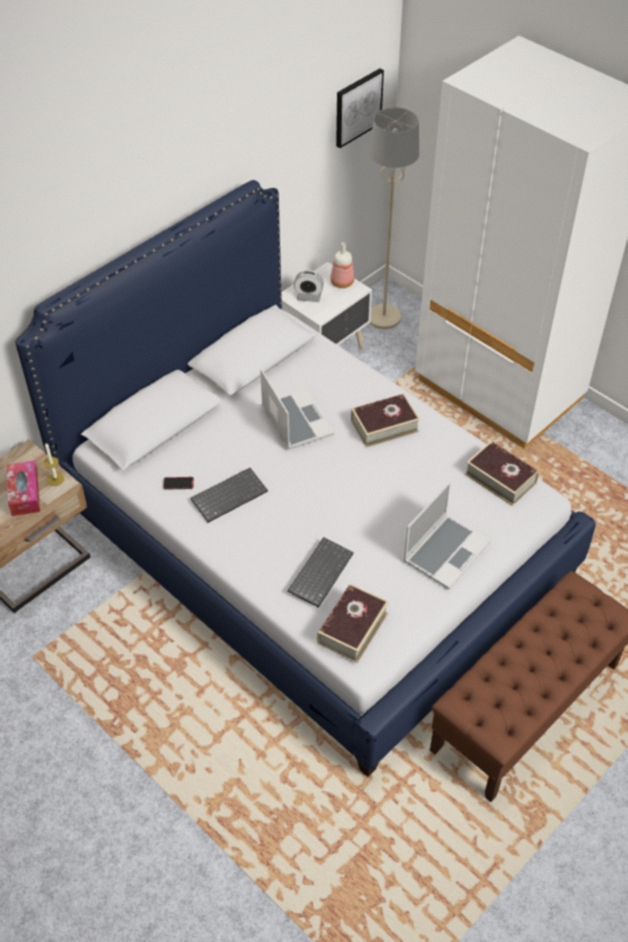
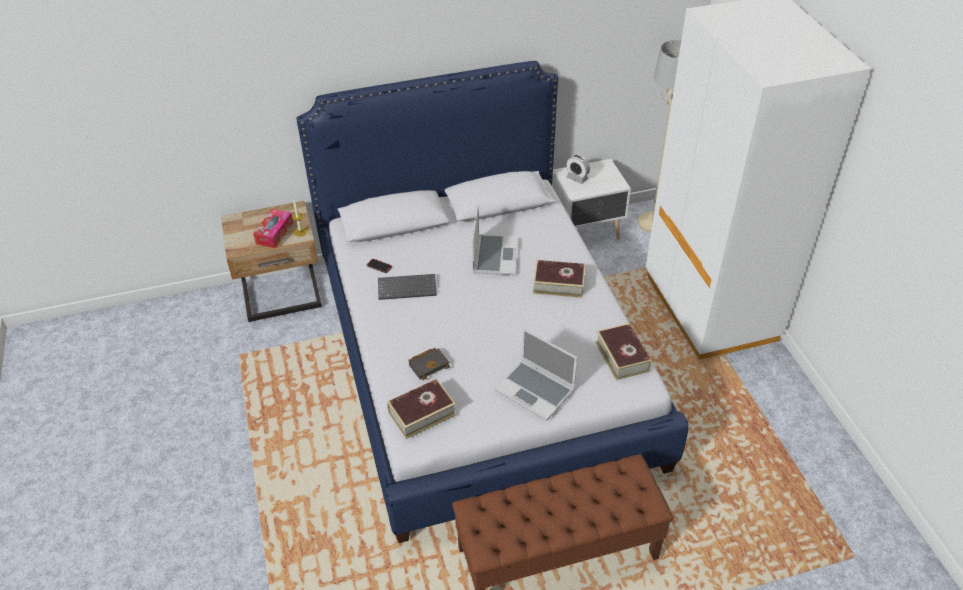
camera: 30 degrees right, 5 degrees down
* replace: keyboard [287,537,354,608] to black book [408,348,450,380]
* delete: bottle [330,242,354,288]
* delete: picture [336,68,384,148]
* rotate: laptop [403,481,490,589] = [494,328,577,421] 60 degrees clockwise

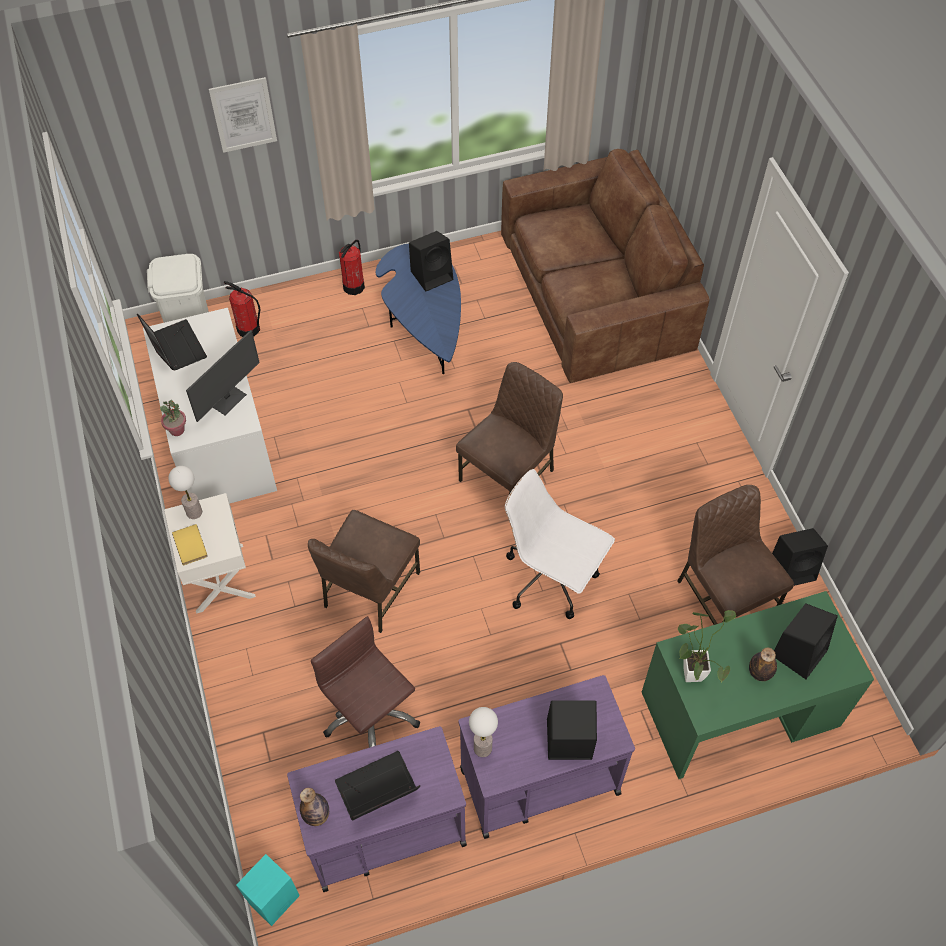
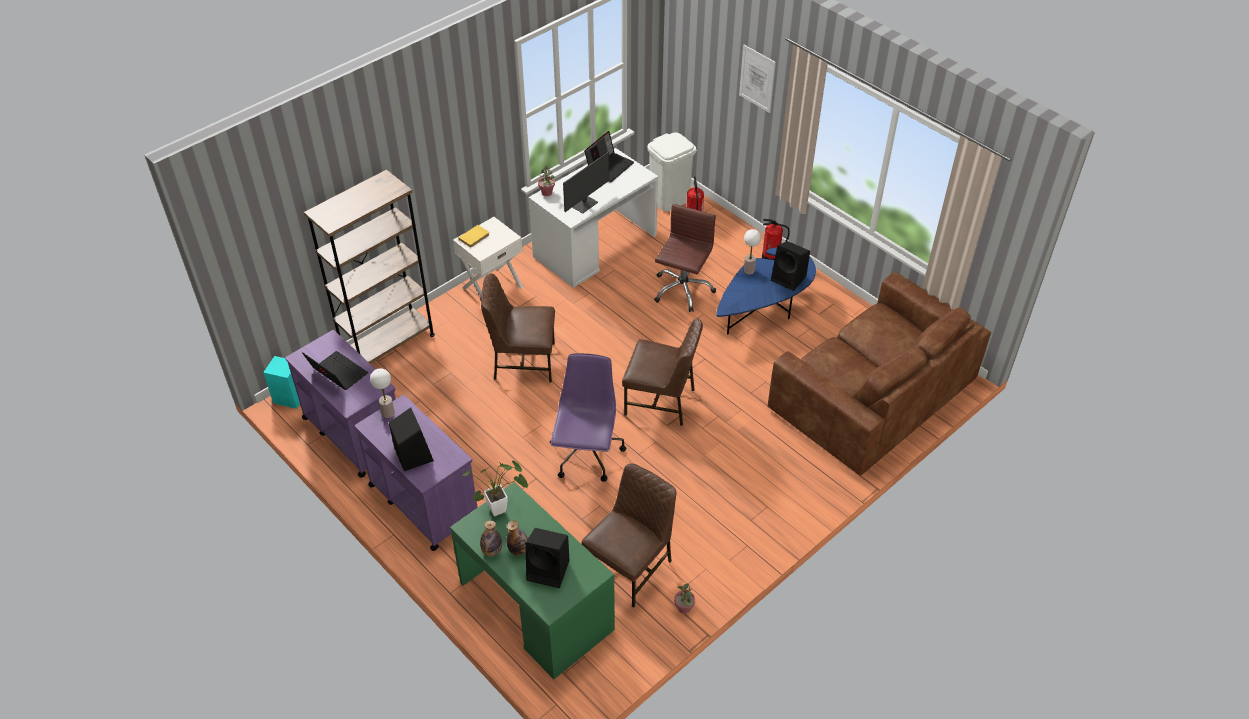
camera: 65 degrees right, 10 degrees down
* move: table lamp [168,466,202,519] to [744,229,761,275]
* rotate: monitor [186,330,260,422] = [563,152,609,213] 60 degrees counterclockwise
* move: bottle [300,788,329,826] to [480,520,502,556]
* move: brown office chair [311,616,420,748] to [654,204,716,312]
* recolor: white office chair [505,469,615,619] to purple office chair [550,353,626,482]
* replace: black speaker [772,528,828,586] to potted plant [674,583,695,614]
* insert: brown bookcase [304,169,435,363]

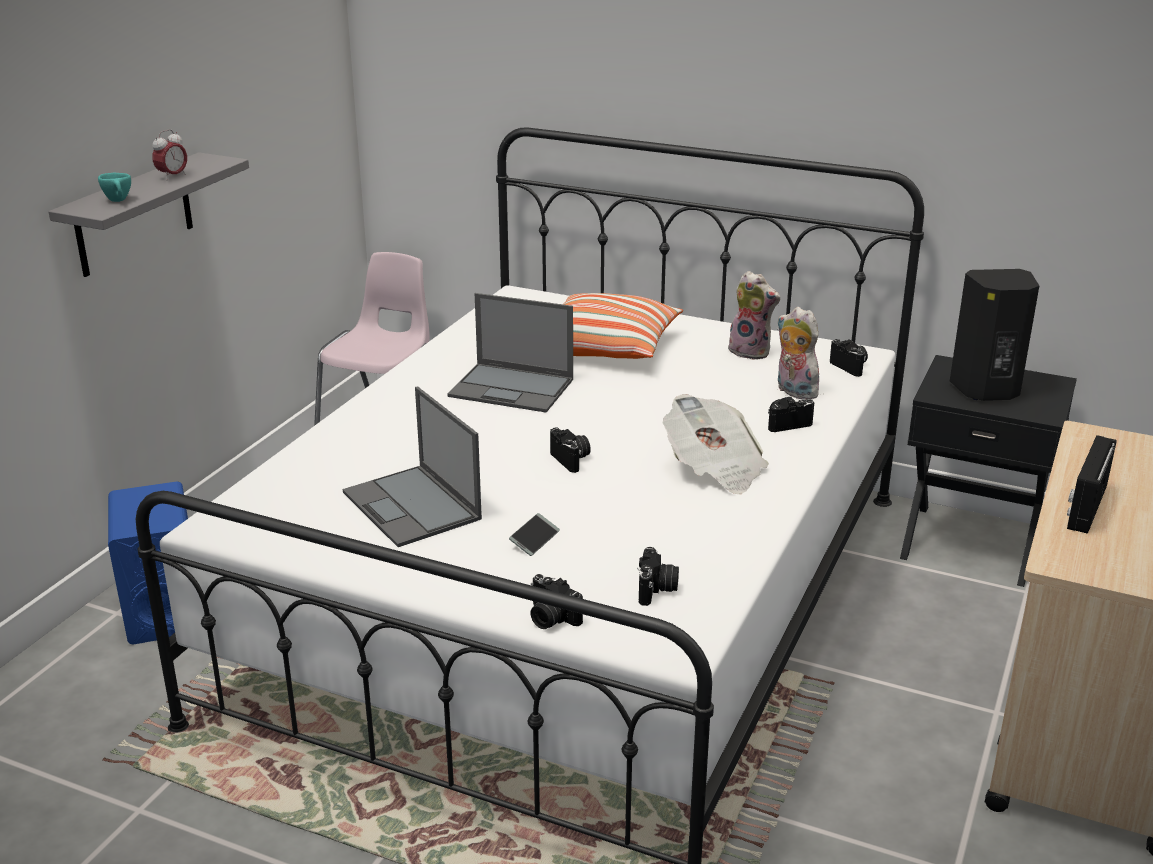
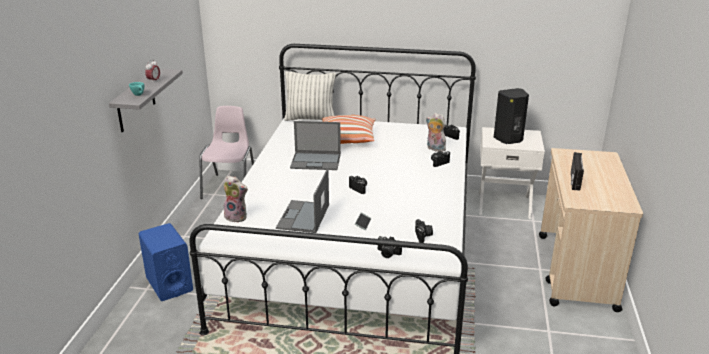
camera: 15 degrees left, 0 degrees up
* rotate: laptop [343,386,482,547] = [276,169,329,233] 60 degrees clockwise
* delete: newspaper [663,394,769,494]
* move: plush toy [726,271,780,360] to [224,175,248,223]
* recolor: black nightstand [900,355,1077,587] to white nightstand [479,127,545,219]
* insert: pillow [284,71,336,121]

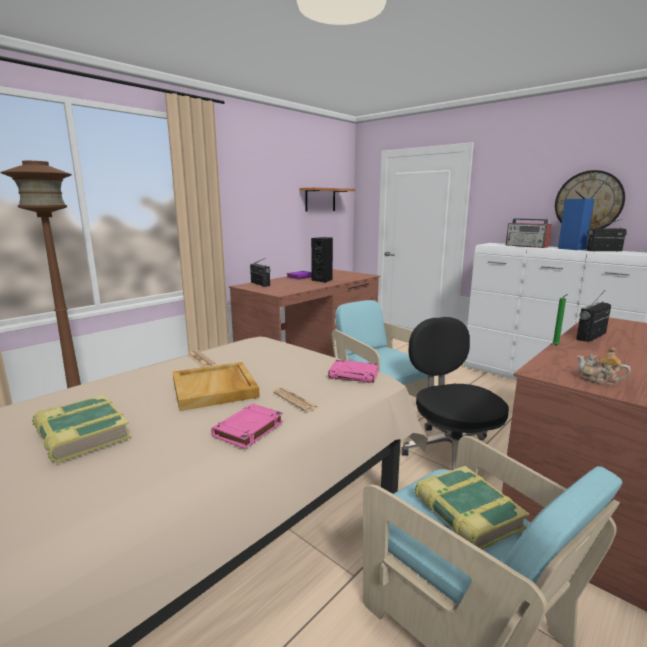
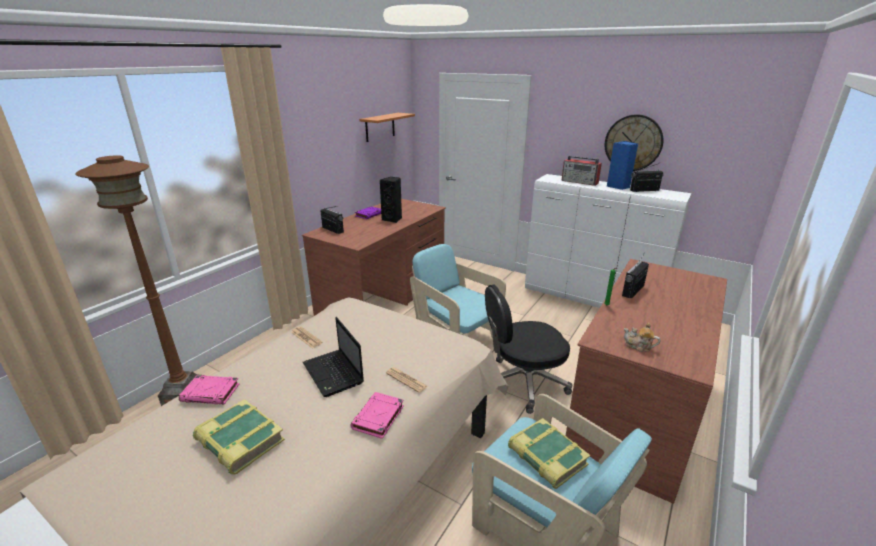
camera: 10 degrees left, 10 degrees up
* replace: beige tray [173,362,260,411] to laptop [303,317,364,397]
* move: pink book [328,360,379,383] to [179,375,240,405]
* rotate: black office chair [401,317,509,470] = [485,285,572,414] 75 degrees counterclockwise

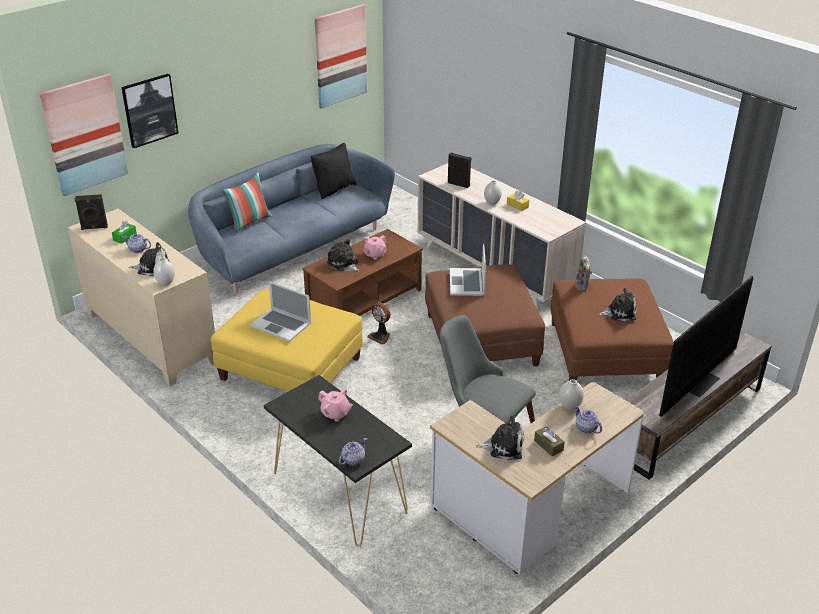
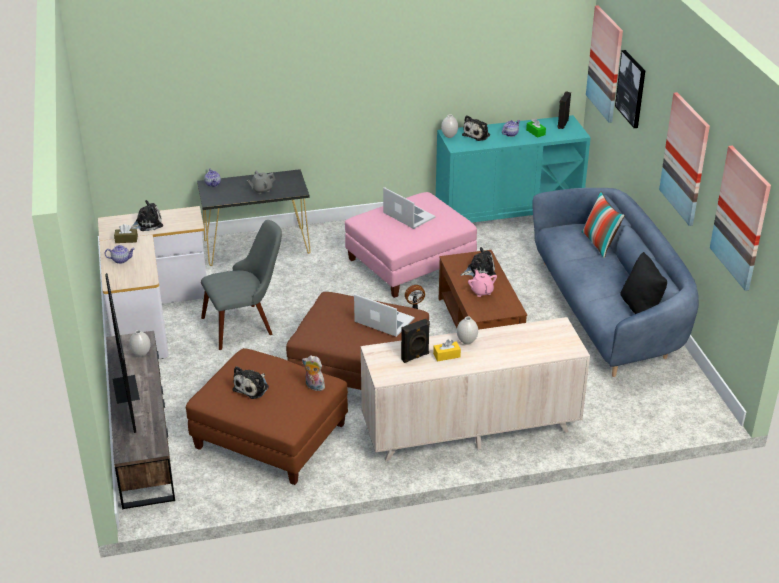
camera: 120 degrees right, 0 degrees up
* recolor: beige cabinet [68,209,215,386] to turquoise cabinet [436,115,591,223]
* recolor: yellow ottoman [211,289,363,392] to pink ottoman [345,192,477,298]
* rotate: laptop [250,281,311,342] = [383,187,435,229] 75 degrees clockwise
* recolor: pink teapot [318,388,353,421] to grey teapot [247,171,276,194]
* move: black speaker [448,153,472,188] to [401,319,430,363]
* rotate: plush toy [476,415,524,460] = [131,200,163,231] 150 degrees counterclockwise
* move: white vase [559,379,584,410] to [129,330,150,357]
* insert: picture [659,92,710,226]

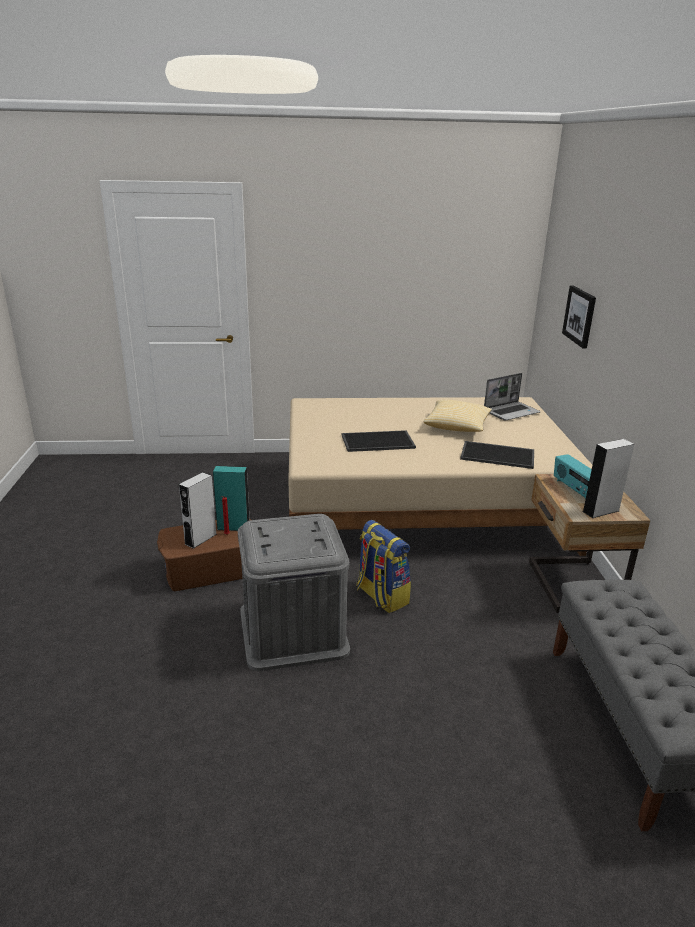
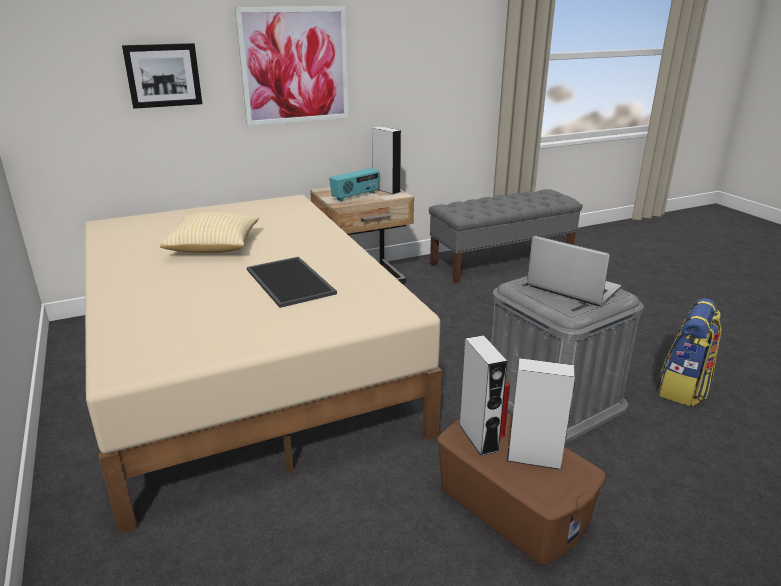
camera: 110 degrees left, 0 degrees up
* recolor: turquoise speaker [213,466,250,531] to grey speaker [460,335,507,456]
* move: backpack [356,520,411,613] to [659,298,722,407]
* delete: tray [460,441,534,469]
* move: laptop [484,373,541,420] to [527,236,621,306]
* insert: picture [235,6,349,126]

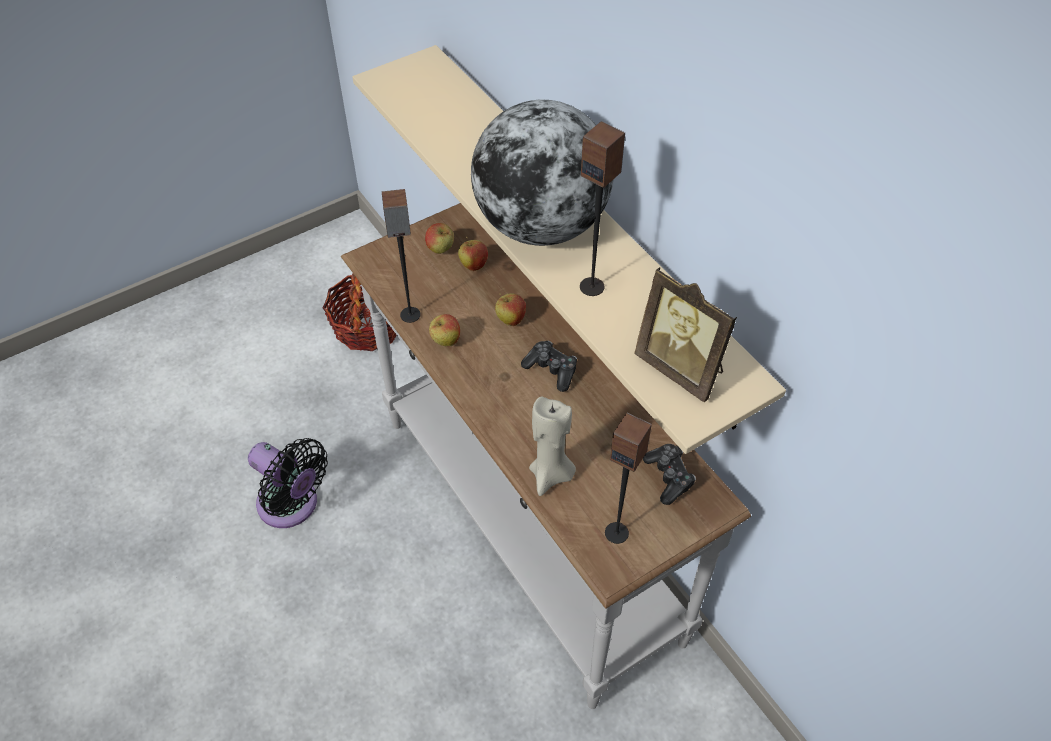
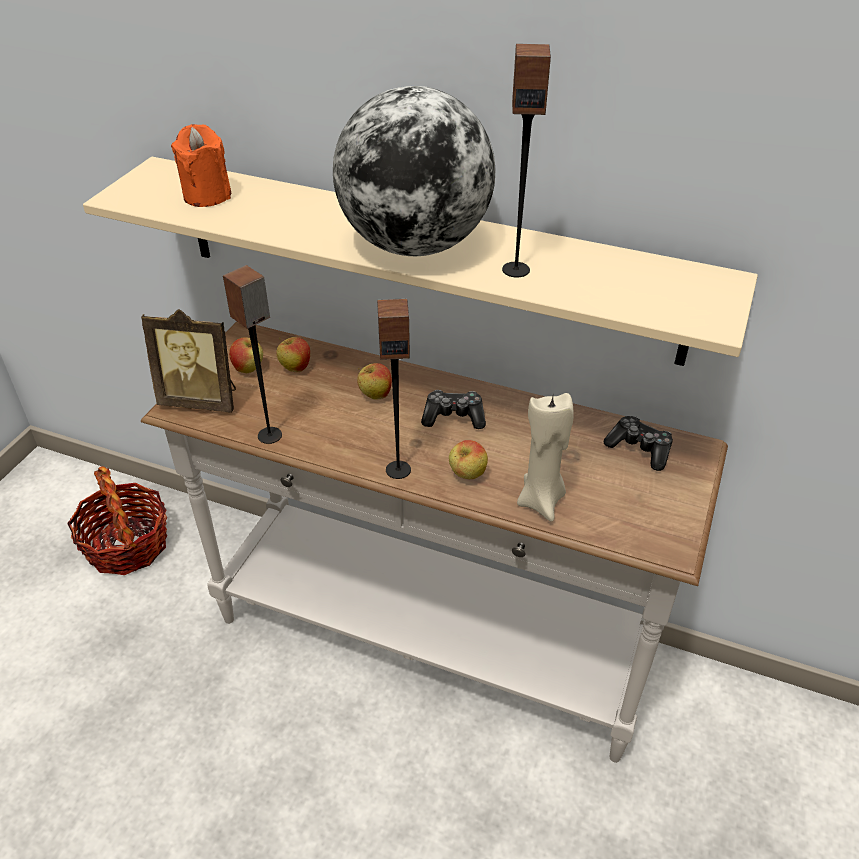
camera: 35 degrees left, 10 degrees down
* delete: black fan [248,438,328,528]
* move: apple [429,314,460,346] to [449,440,488,479]
* move: speaker [605,413,652,544] to [377,298,411,479]
* move: picture frame [634,267,737,403] to [141,309,236,412]
* insert: orange candle [171,124,231,207]

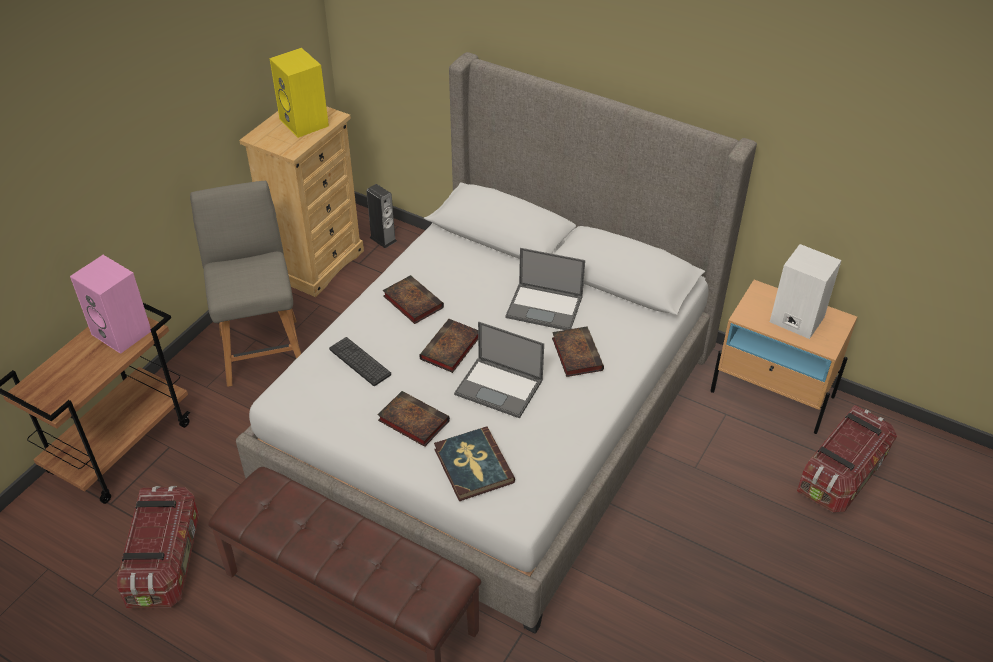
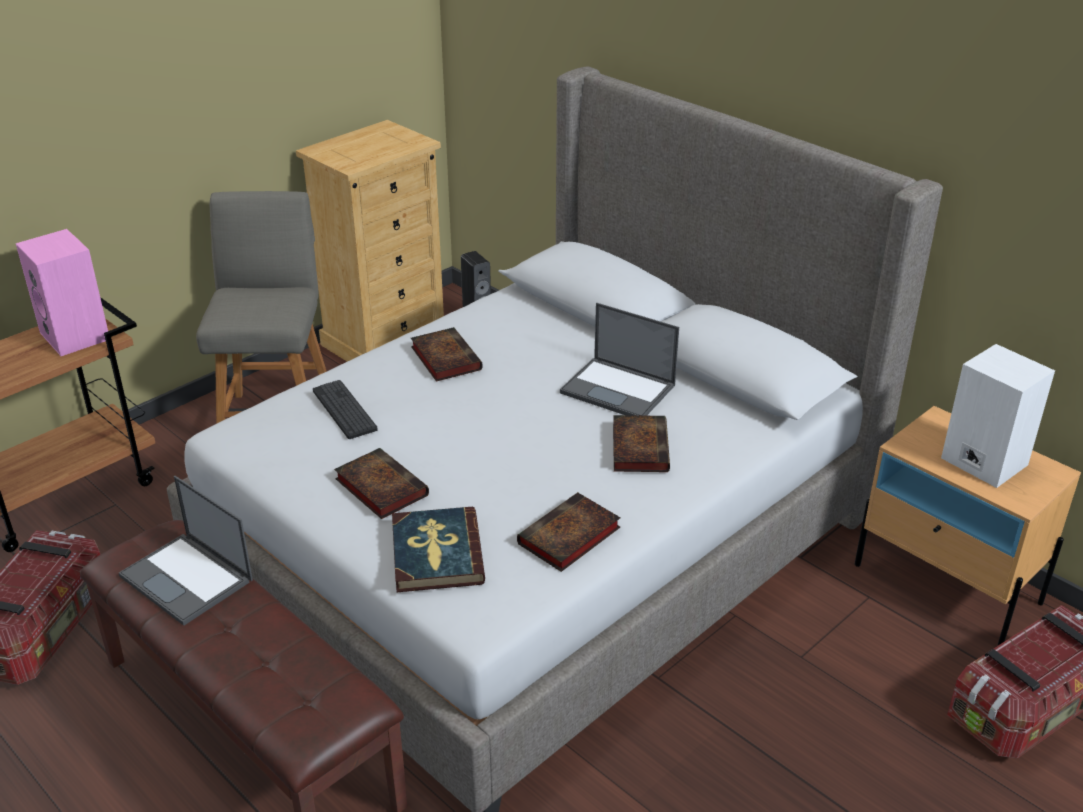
camera: 15 degrees right, 10 degrees down
* delete: yellow speaker [270,48,329,138]
* move: book [419,319,478,373] to [517,492,620,572]
* move: laptop [454,322,544,418] to [119,476,253,626]

